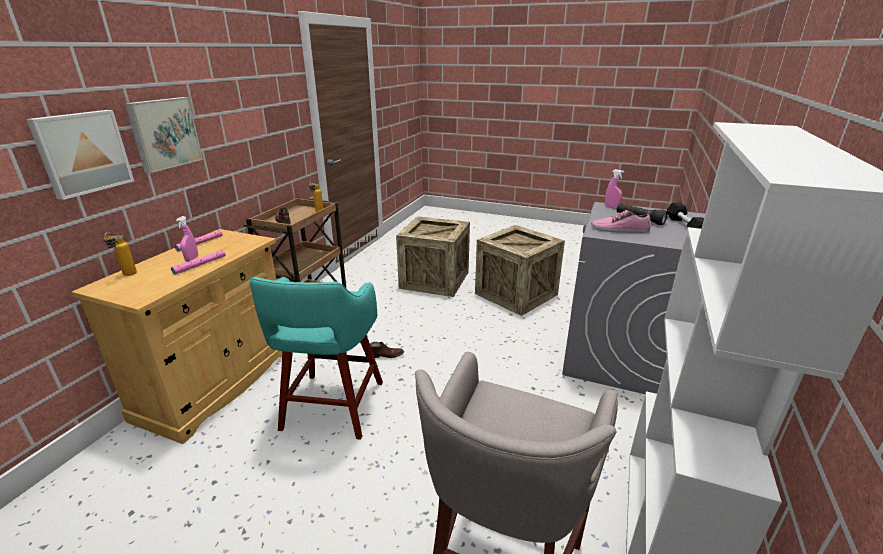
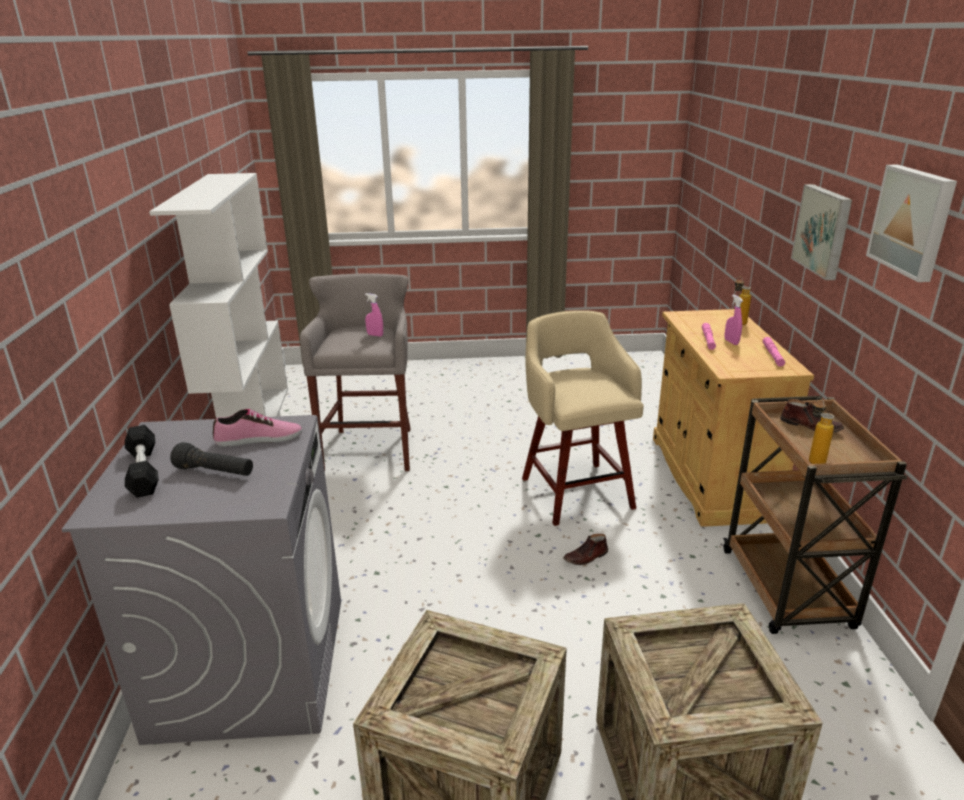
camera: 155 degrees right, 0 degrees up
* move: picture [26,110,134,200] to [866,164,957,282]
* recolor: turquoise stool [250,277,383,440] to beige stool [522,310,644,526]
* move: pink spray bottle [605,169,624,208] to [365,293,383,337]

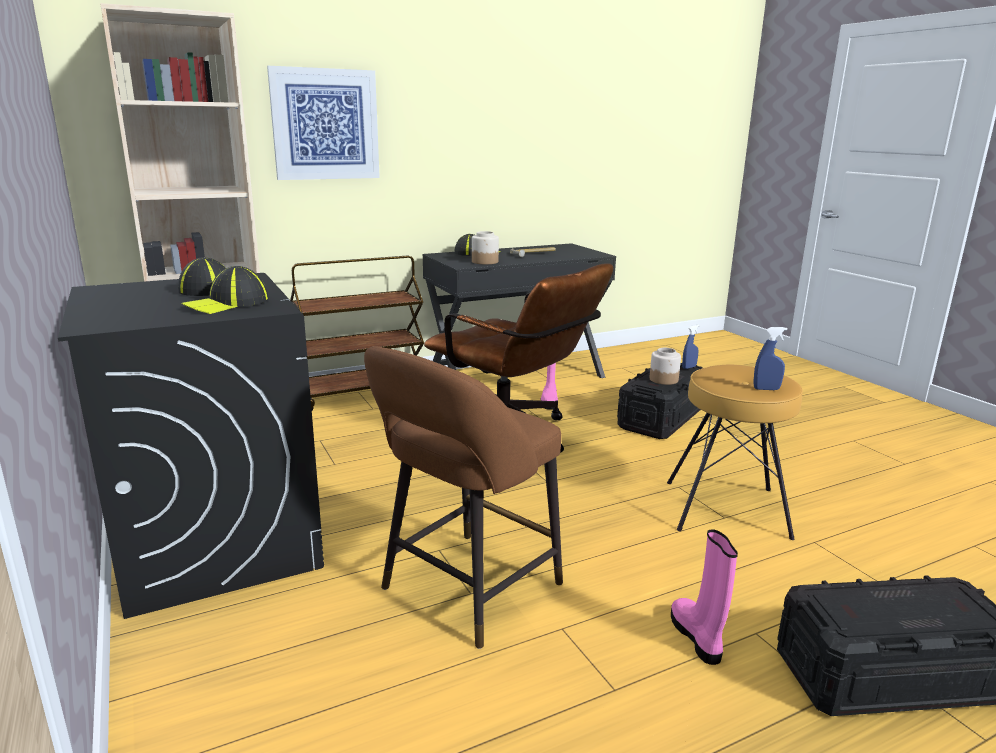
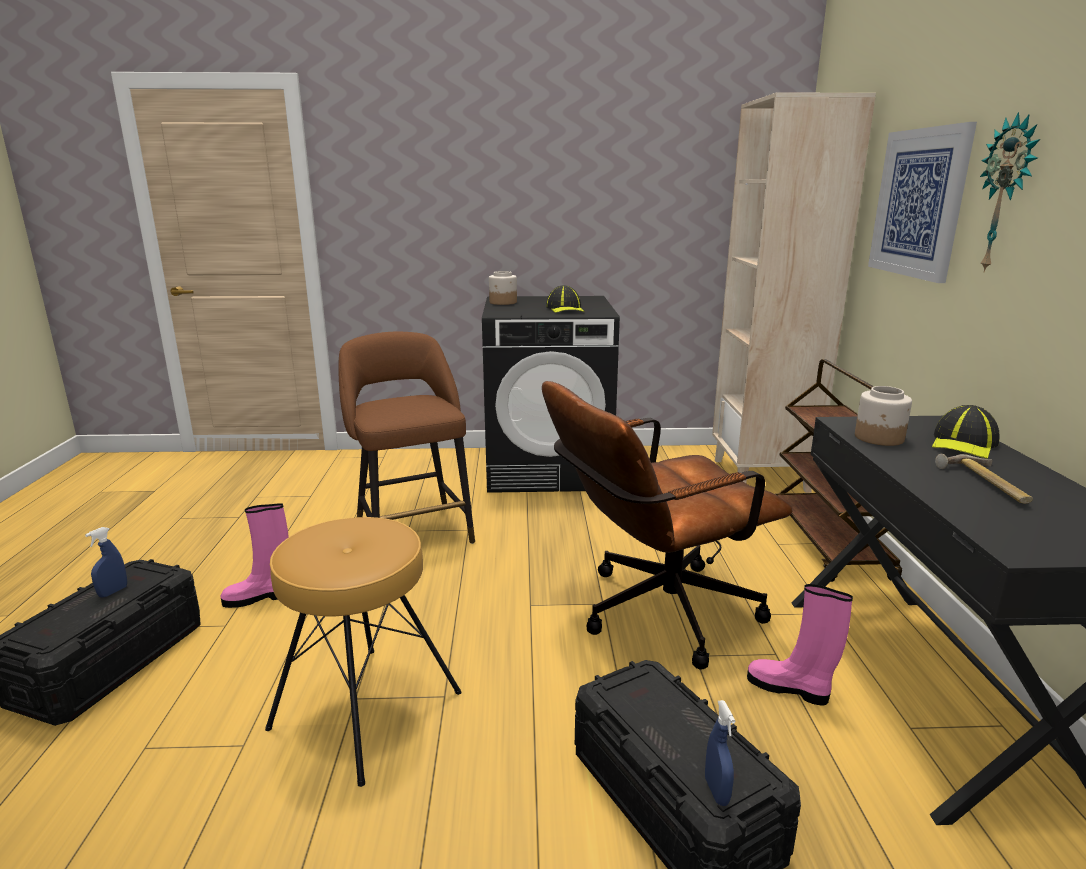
camera: 115 degrees right, 0 degrees up
* delete: cap [181,266,269,314]
* move: jar [650,348,681,385] to [489,271,517,305]
* rotate: pink boot [671,529,738,665] = [220,503,289,608] 150 degrees clockwise
* move: blue spray bottle [754,327,788,390] to [85,527,127,597]
* insert: wall clock [980,112,1040,273]

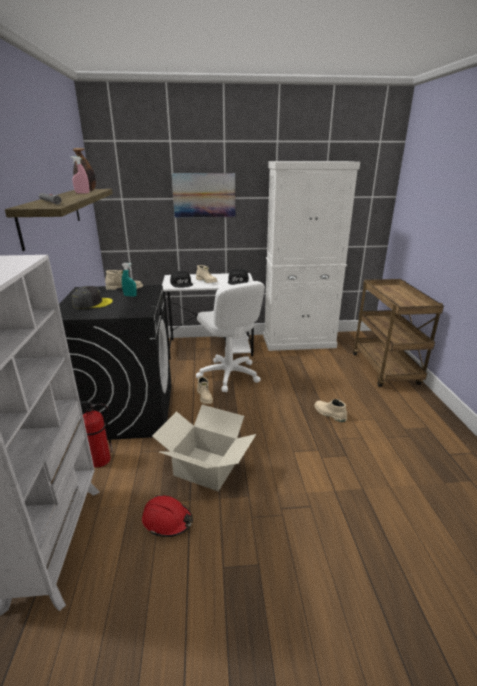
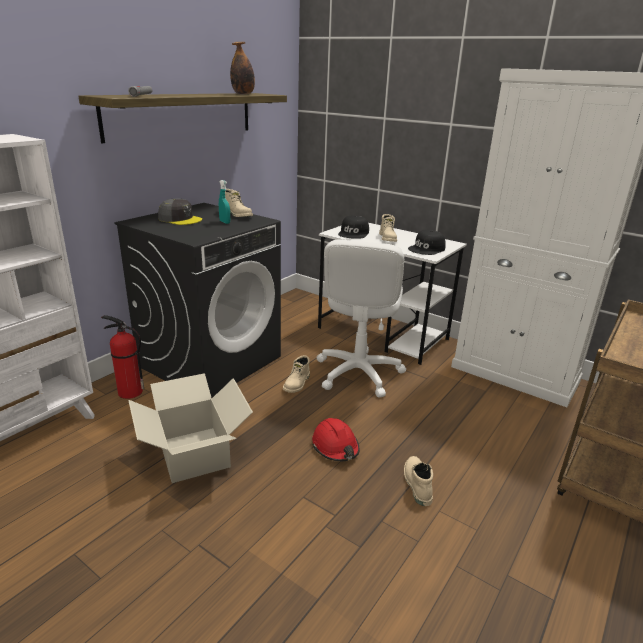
camera: 40 degrees right, 0 degrees up
* delete: pink spray bottle [70,156,89,194]
* move: red hard hat [142,494,193,537] to [312,418,360,462]
* delete: picture [172,173,235,218]

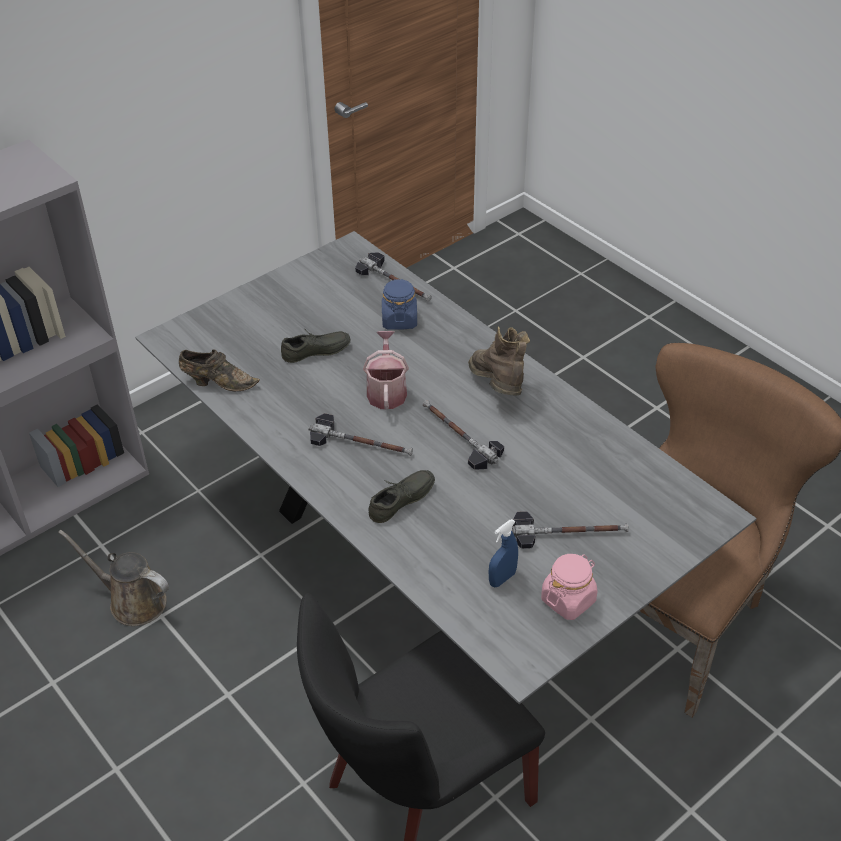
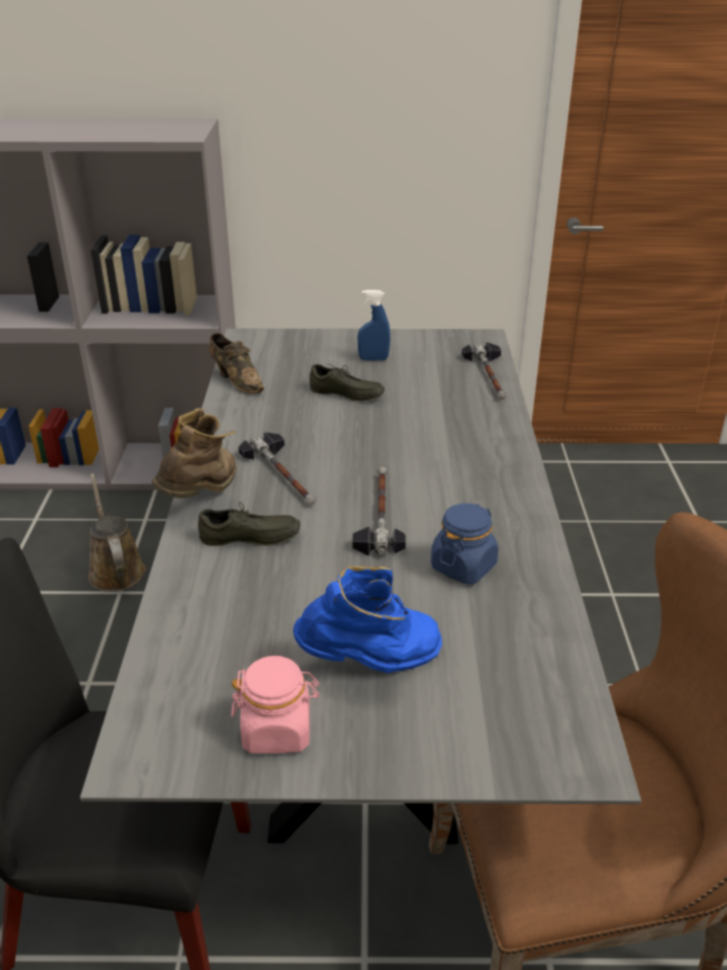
camera: 40 degrees right, 10 degrees down
* delete: watering can [363,331,409,410]
* move: blue jar [382,279,417,330] to [431,503,498,584]
* move: brown boot [468,327,530,395] to [152,408,237,498]
* move: blue spray bottle [489,519,518,588] to [357,290,390,361]
* replace: hammer [511,511,629,549] to blue boot [293,566,442,673]

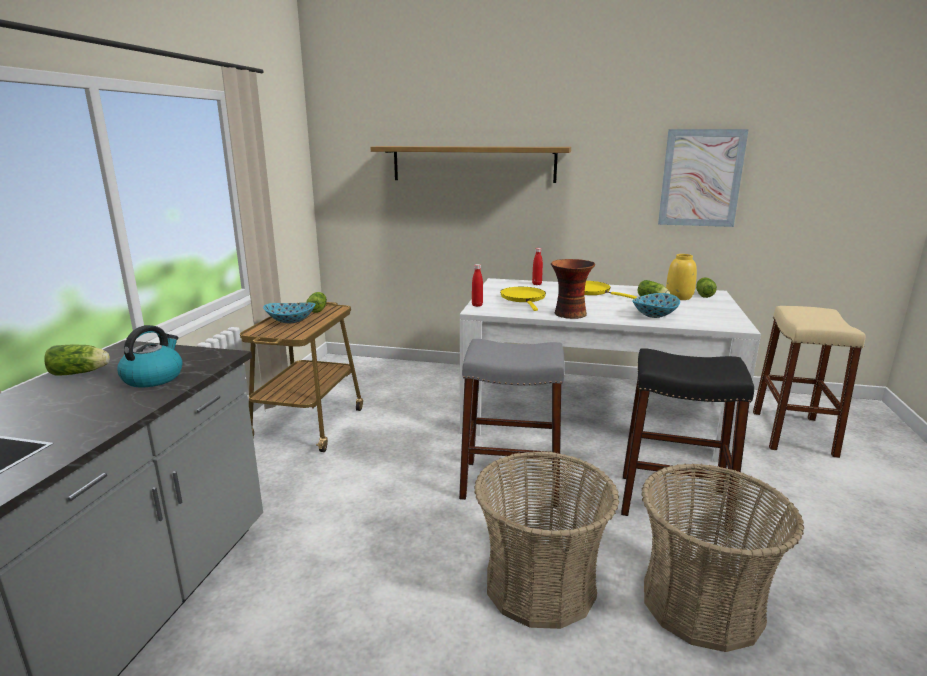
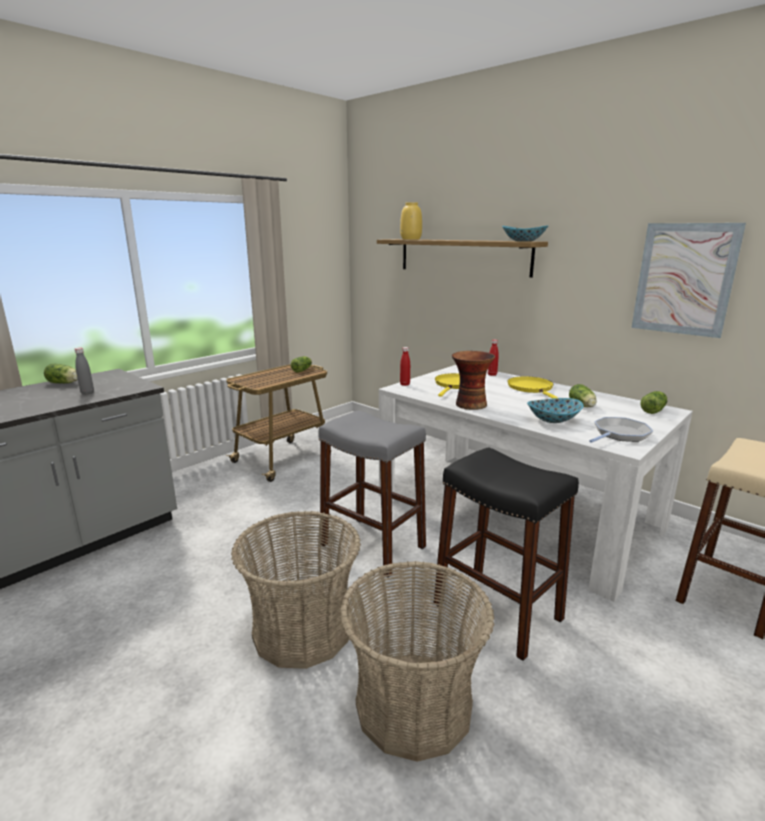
camera: 30 degrees right, 0 degrees up
* replace: kettle [117,325,182,387] to grey bottle [75,348,94,395]
* move: bowl [263,303,316,323] to [502,226,548,241]
* move: yellow vase [666,254,697,300] to [400,202,422,240]
* insert: frying pan [589,417,653,443]

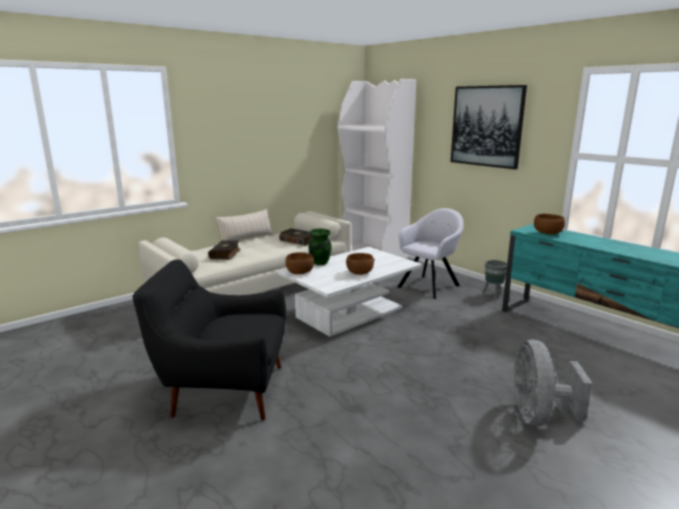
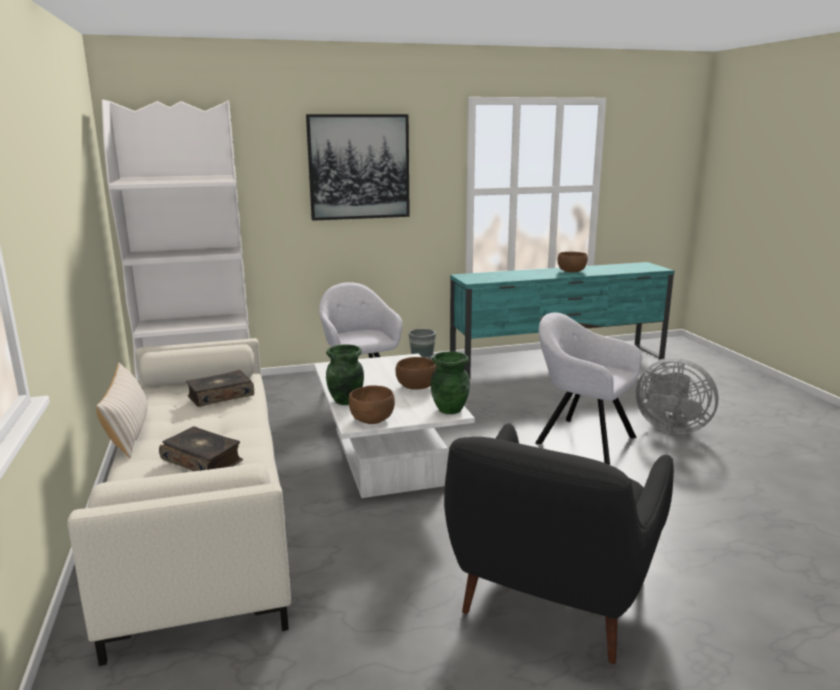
camera: 65 degrees left, 0 degrees up
* move: brown bowl [534,214,565,234] to [558,252,588,272]
* insert: green vase [430,351,470,414]
* insert: grey armchair [535,313,642,465]

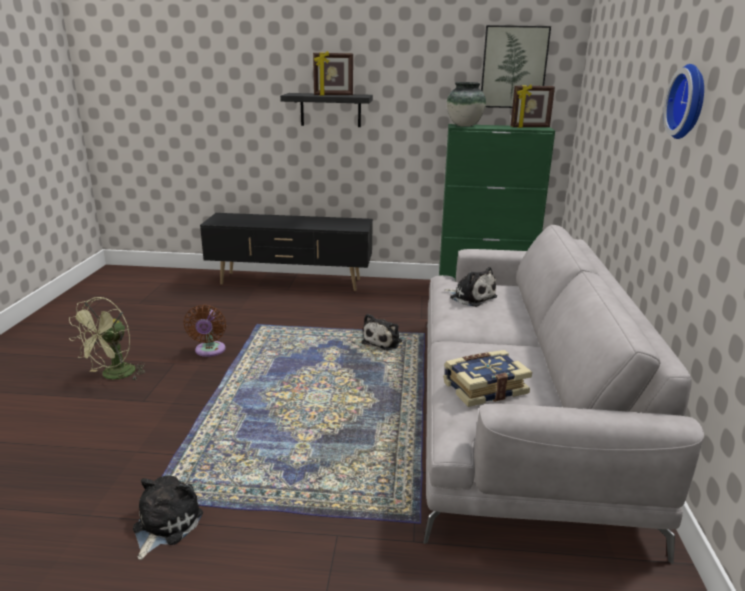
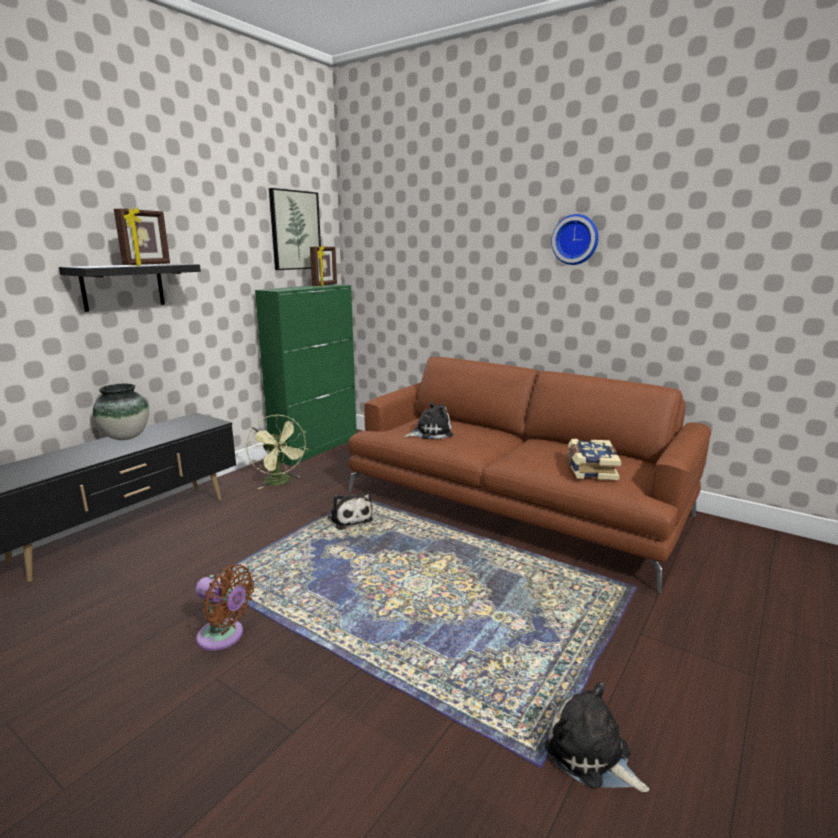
camera: 60 degrees left, 5 degrees down
* move: green fan [69,297,145,380] to [246,415,308,489]
* recolor: grey sofa [423,225,704,564] to brown sofa [348,357,711,594]
* move: vase [447,82,486,127] to [93,384,149,440]

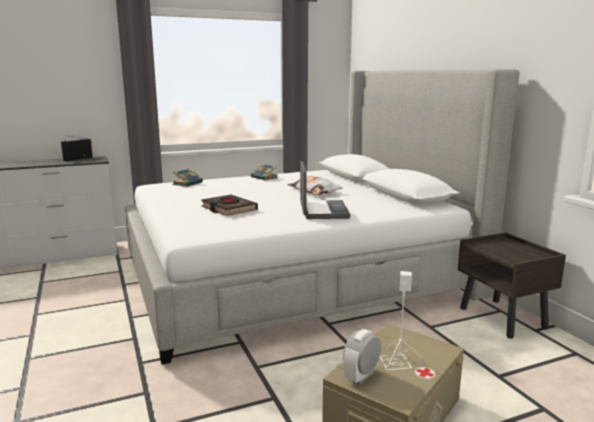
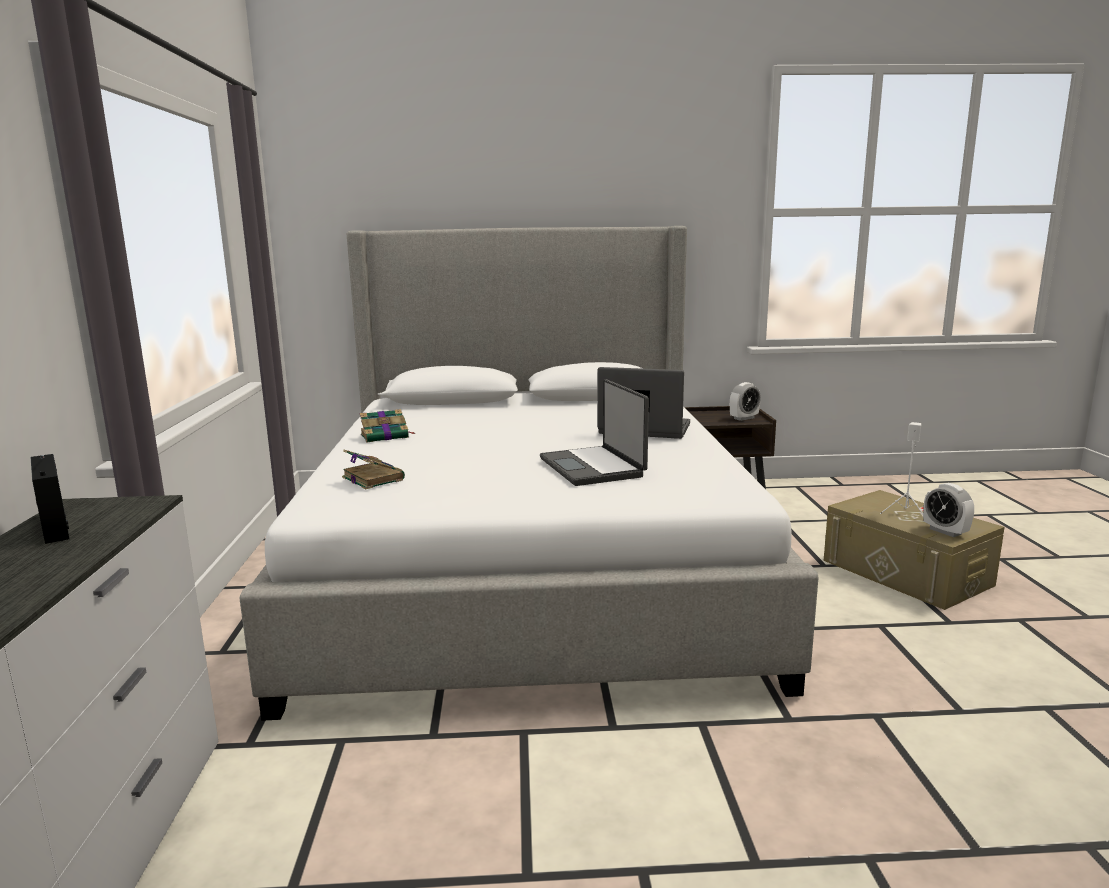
camera: 70 degrees left, 0 degrees up
* replace: black book [201,195,258,216] to laptop [540,379,649,486]
* delete: pillow [288,176,343,195]
* insert: alarm clock [730,382,761,421]

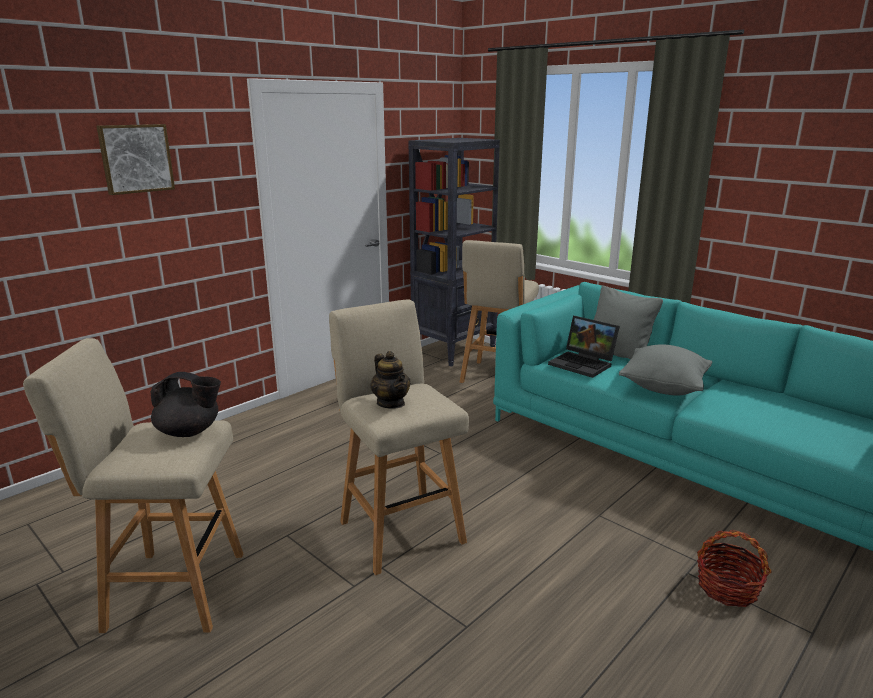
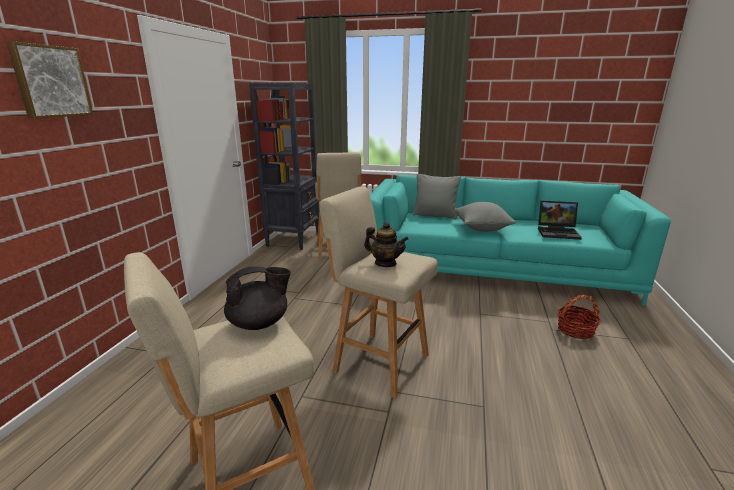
camera: 30 degrees left, 0 degrees up
* move: laptop [548,316,620,378] to [538,201,582,240]

